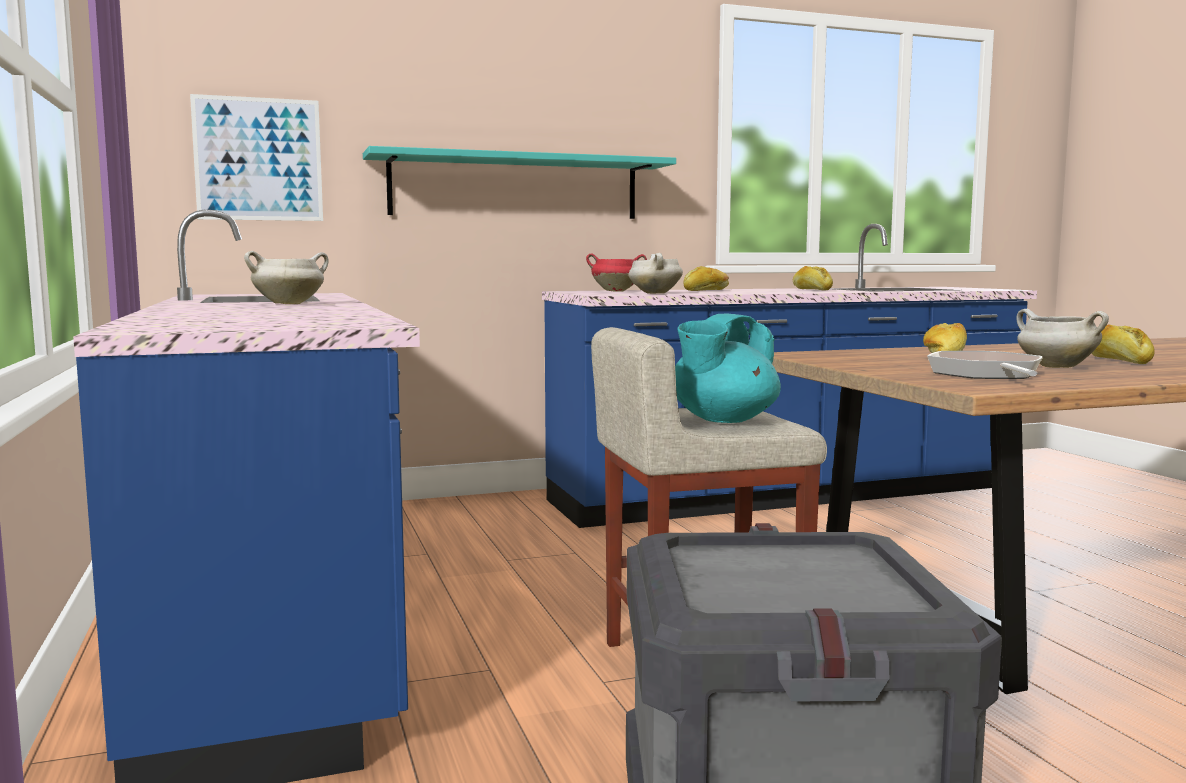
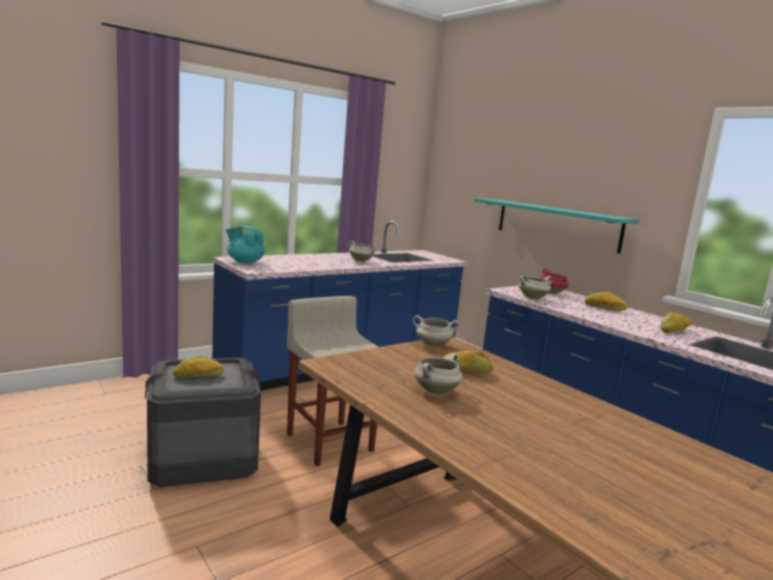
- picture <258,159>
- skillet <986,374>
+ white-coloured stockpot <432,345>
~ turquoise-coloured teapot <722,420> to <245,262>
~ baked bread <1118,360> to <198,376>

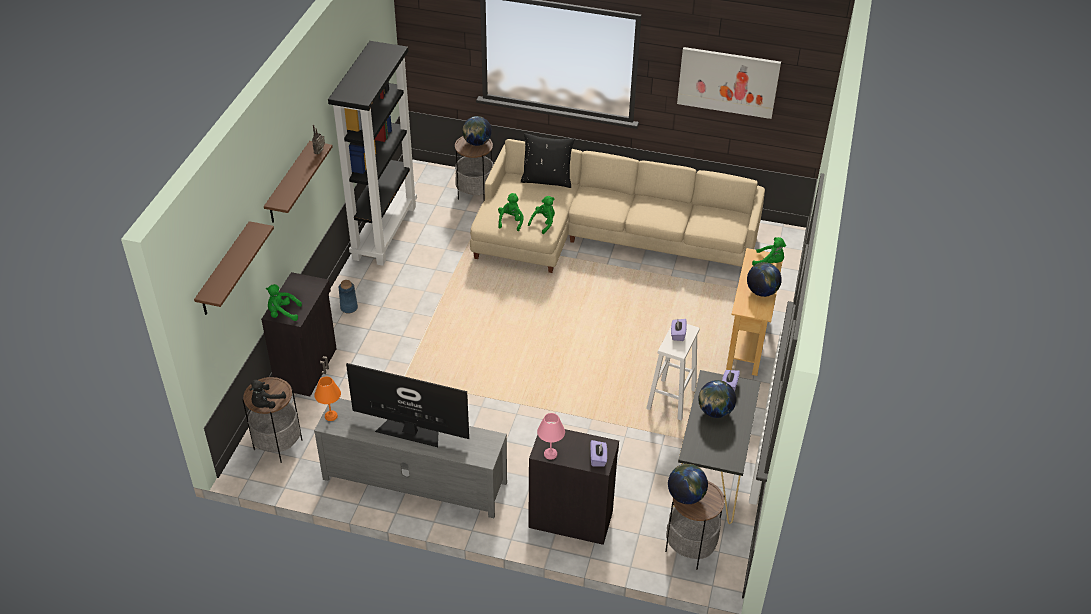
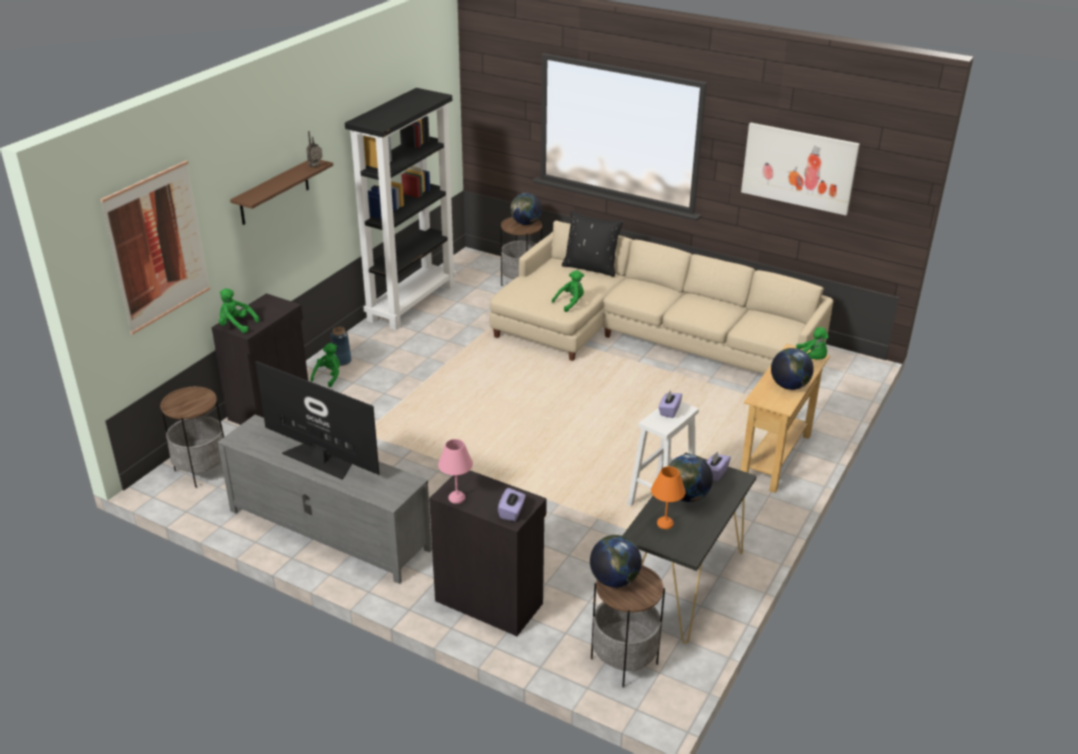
- black cuddly toy <266,403>
~ orangey lamp for a table <331,415> to <665,523>
~ green cuddly toy <511,221> to <329,376>
~ brown bracket shelf <224,270> to picture <158,246>

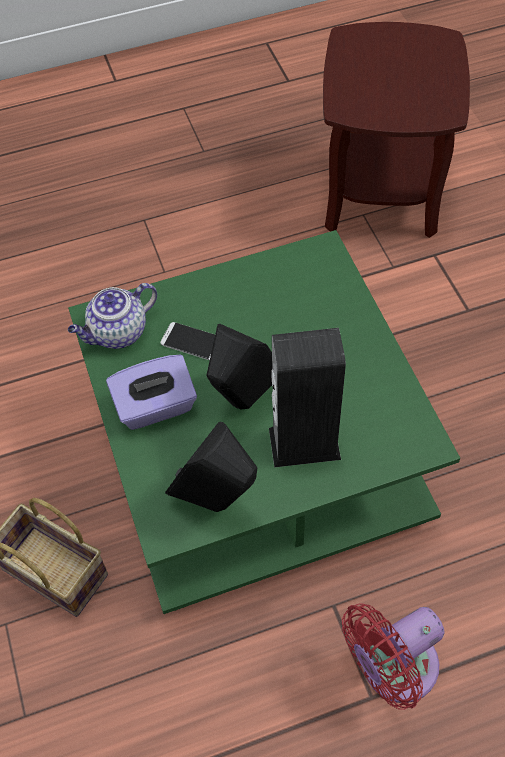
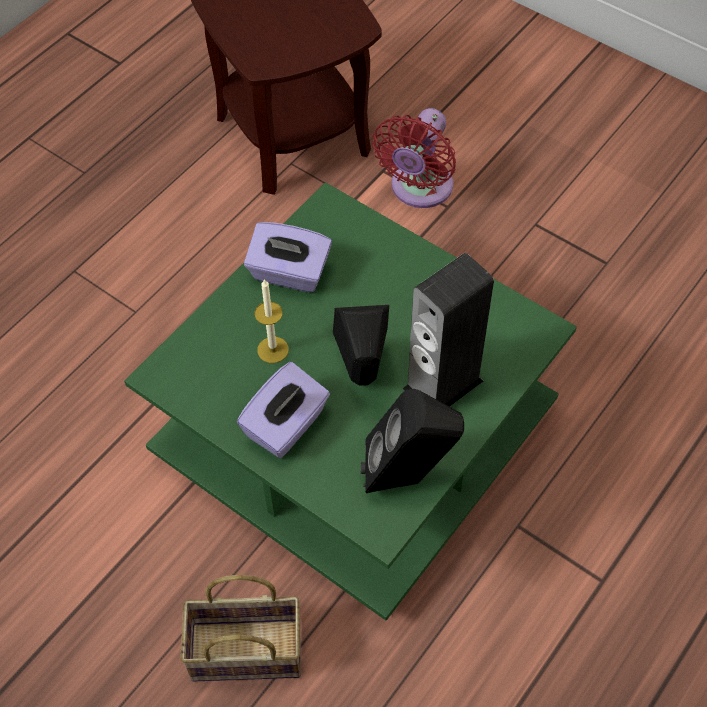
- teapot <118,333>
+ purple box of tissues <289,273>
~ reddish cooling fan <392,669> to <419,189>
~ handset <192,342> to wax candle <273,350>

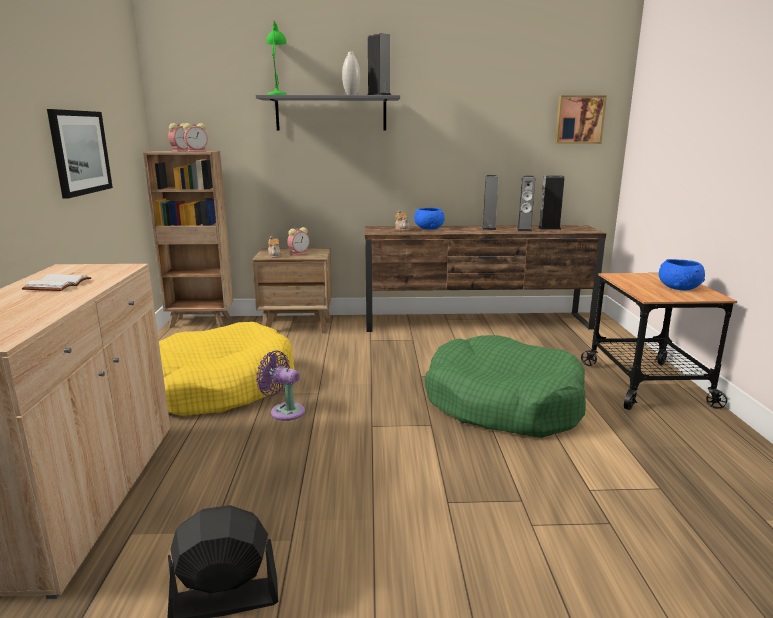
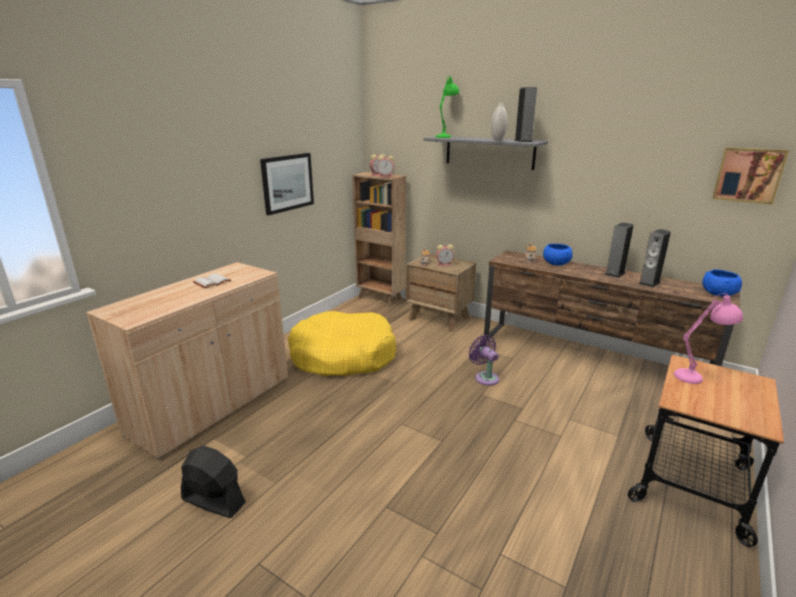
- green dog cushion <502,403>
- loudspeaker <549,228>
+ pink-coloured lamp for a table <698,377>
~ purple cooling fan <284,411> to <485,377>
~ bluish deep dish <679,287> to <718,293>

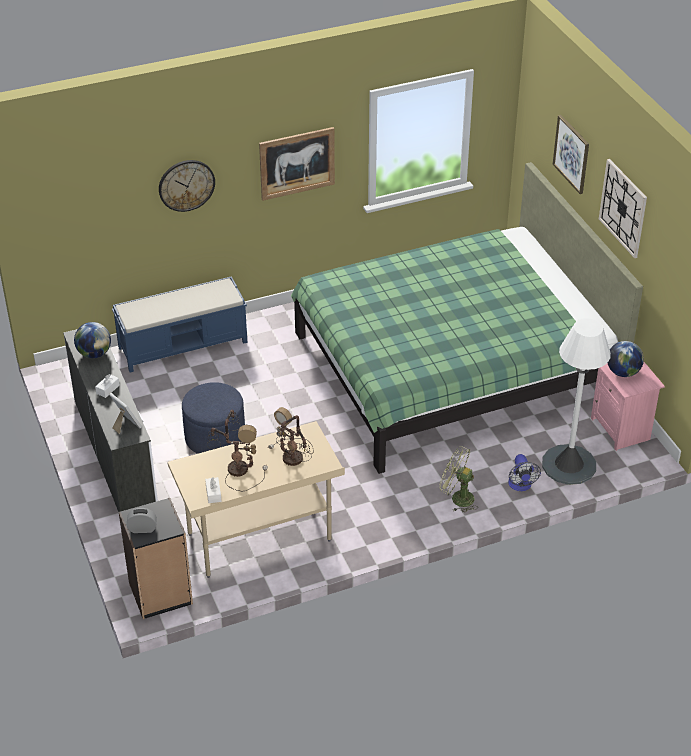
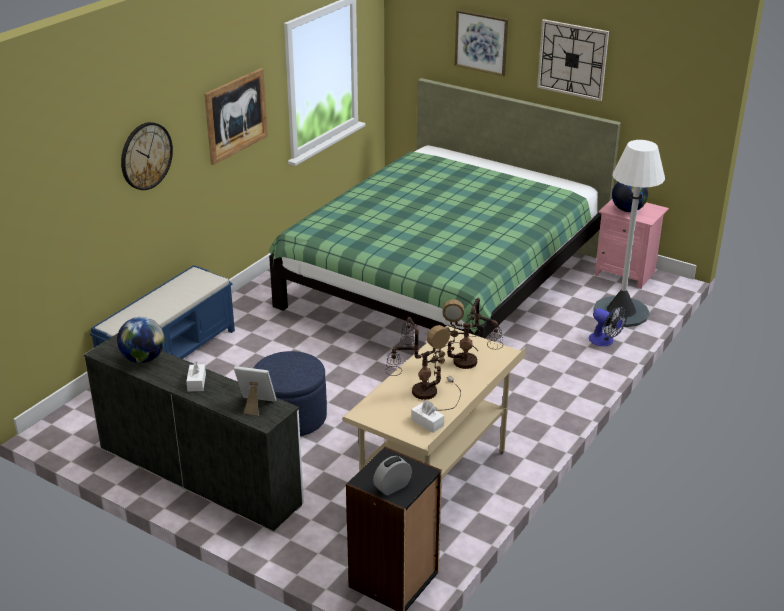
- green cooling fan <457,498>

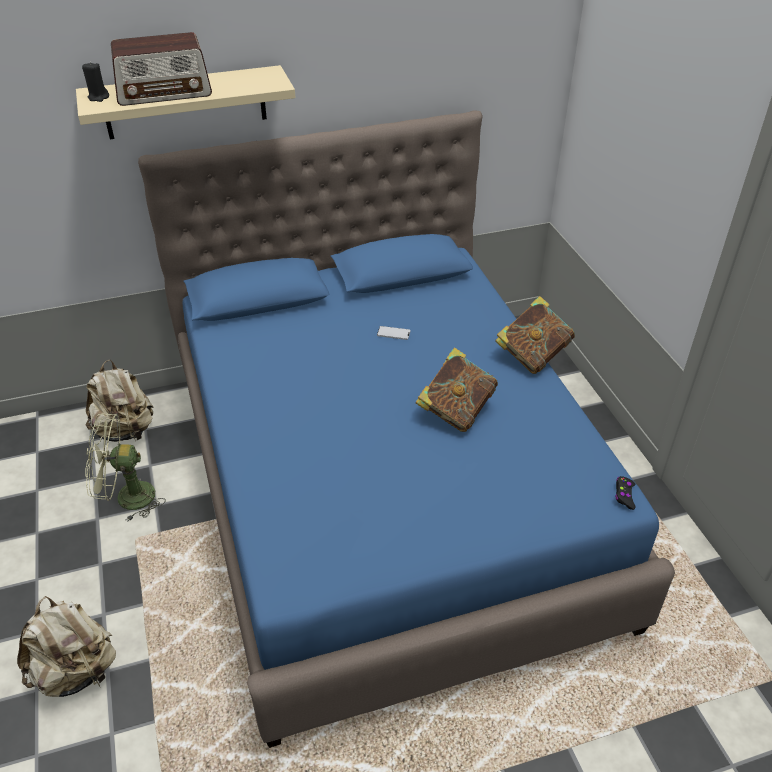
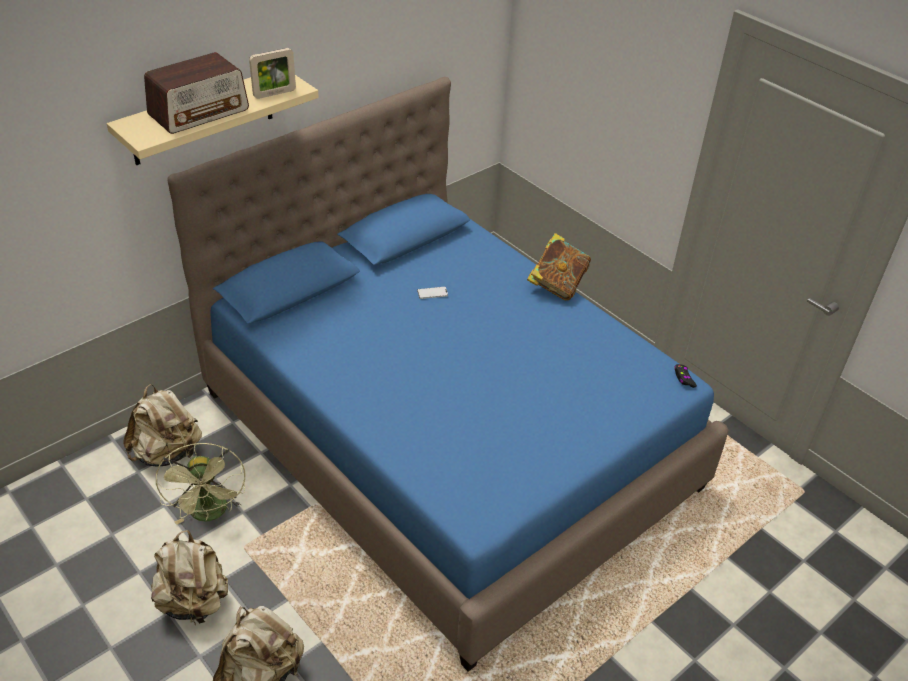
- black wax candle <98,97>
- book <455,410>
+ sand-coloured rucksack <194,602>
+ picture frame <274,93>
~ green cooling fan <127,498> = <210,514> 75 degrees counterclockwise

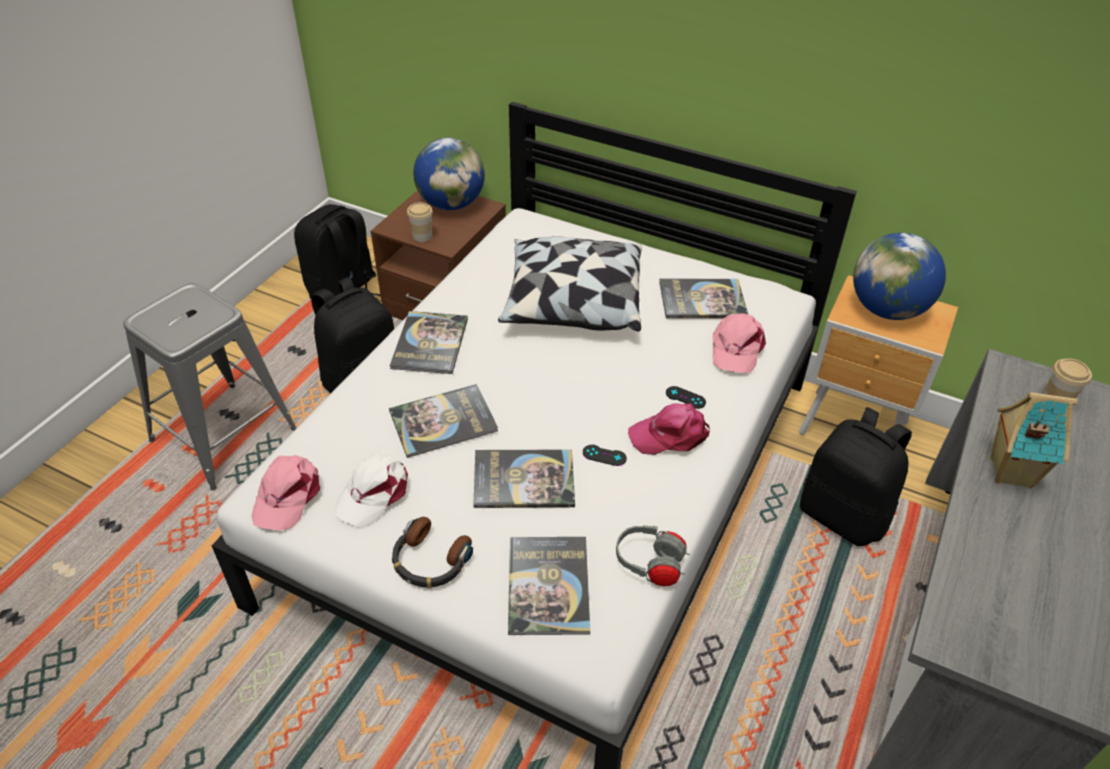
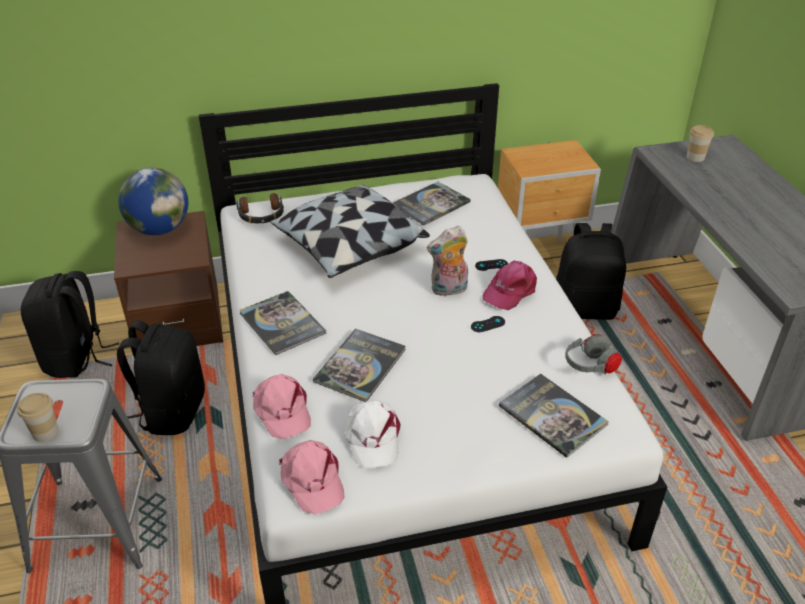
- book <524,480>
- desk globe <887,310>
- toy house <1009,471>
+ cuddly toy <449,290>
~ pair of headphones <430,561> to <261,215>
~ drinking cup <422,236> to <45,432>
~ pink-coloured baseball cap <736,348> to <282,411>

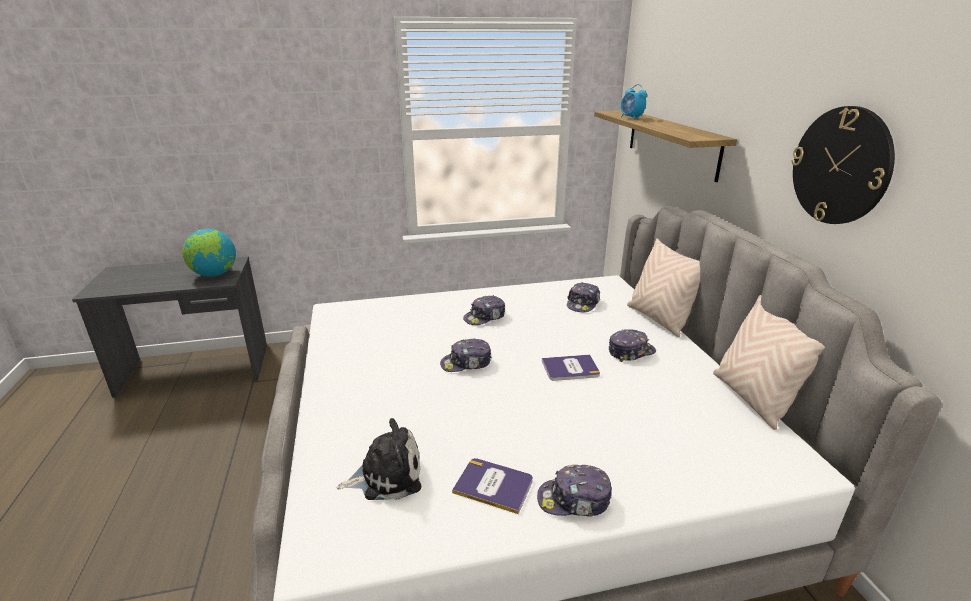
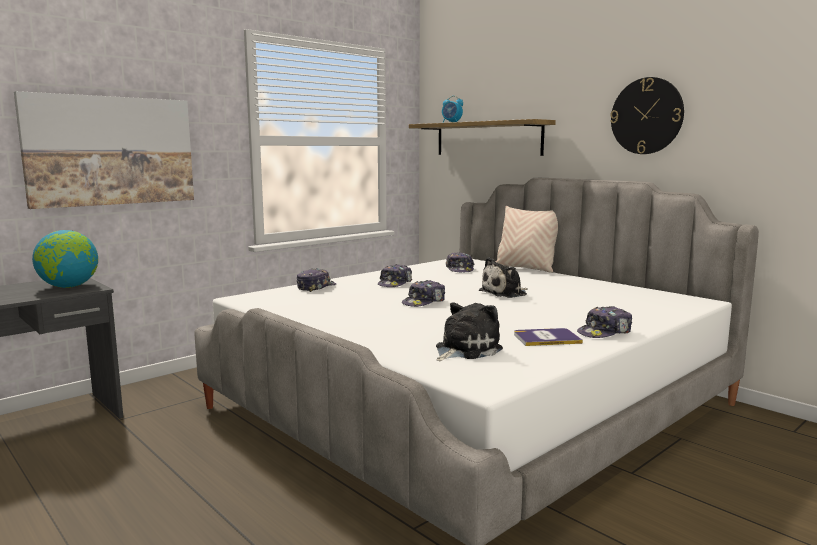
- sand-coloured throw pillow <752,399>
+ picture <111,151>
~ baseball cap <630,351> to <316,287>
~ book <570,368> to cuddly toy <505,293>

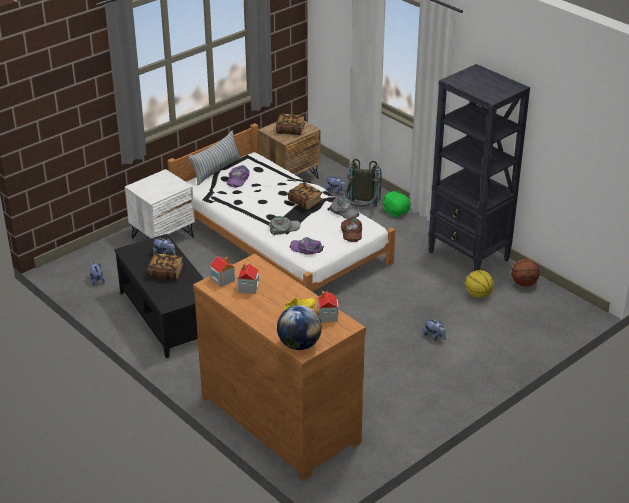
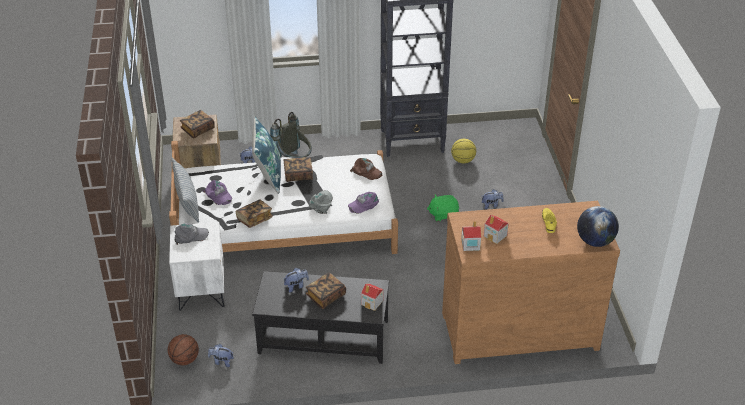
+ book <254,219>
+ bluish throw pillow <268,176>
~ toy house <327,316> to <372,303>
~ greyish baseball cap <344,211> to <190,236>
~ green cuddly toy <395,212> to <443,215>
~ ball for basketball <524,283> to <184,359>

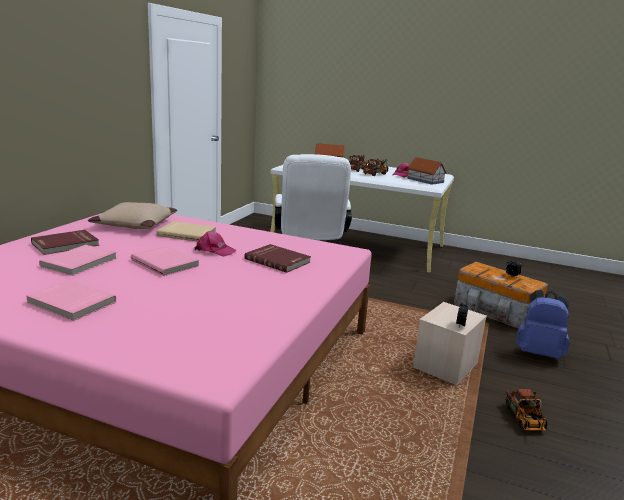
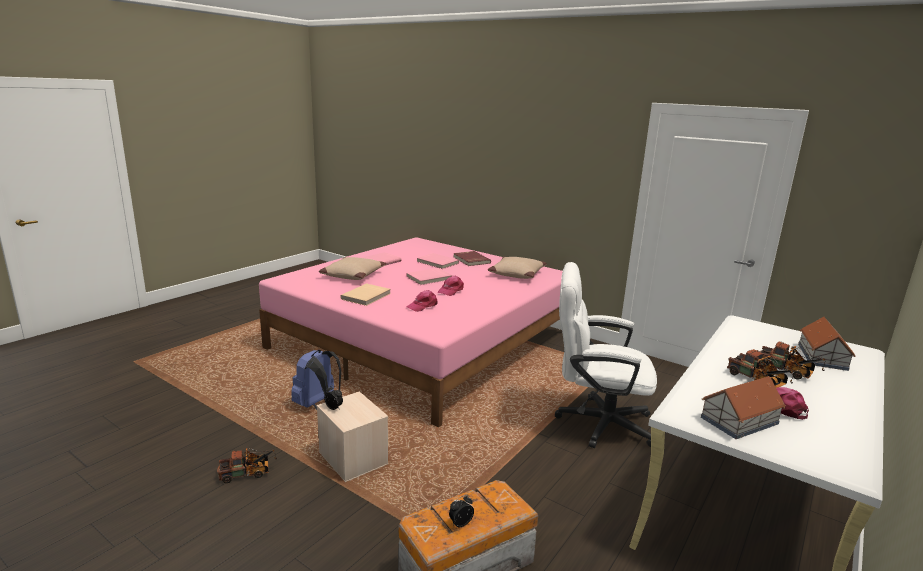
+ sand-coloured throw pillow <353,275>
~ sand-coloured book <187,233> to <366,296>
~ bluish rucksack <538,353> to <318,405>
~ reddish book <278,260> to pink-coloured baseball cap <423,306>
~ toy lorry <525,420> = <248,473> 150 degrees clockwise

